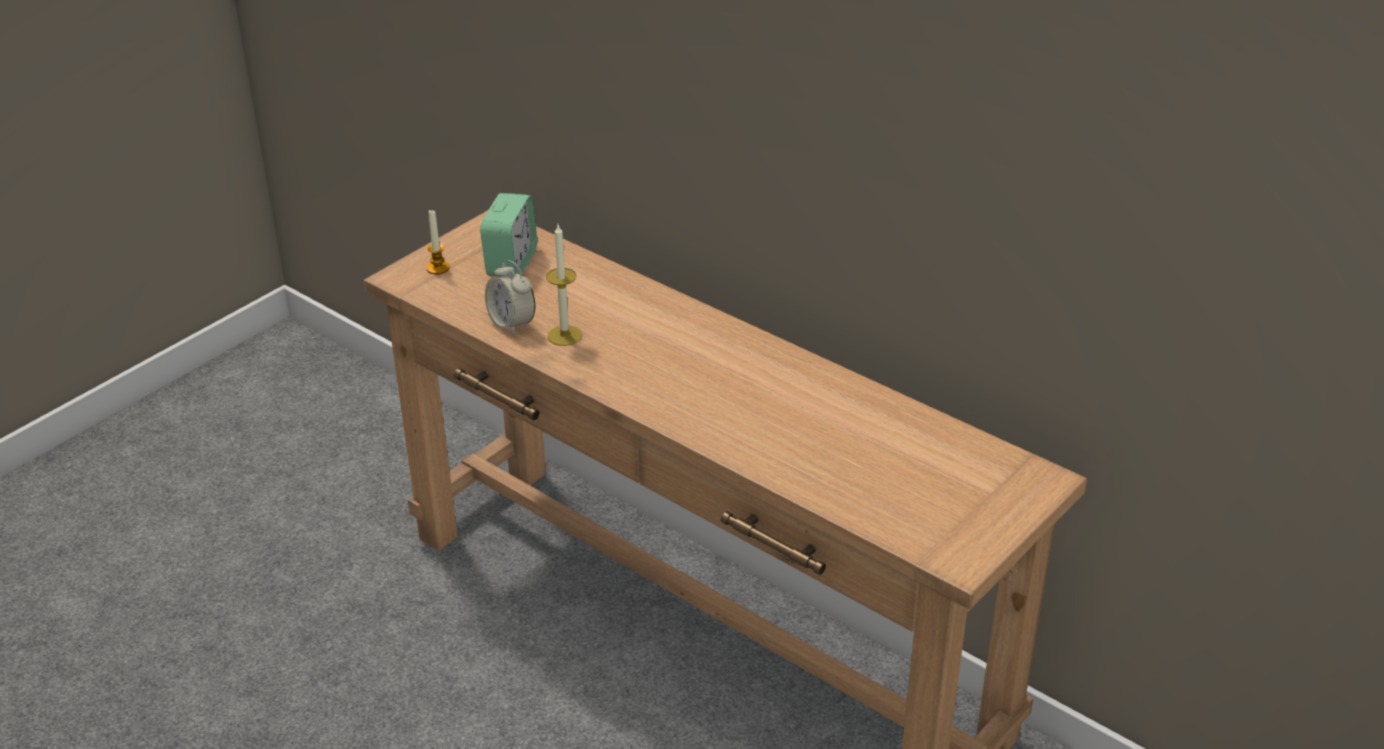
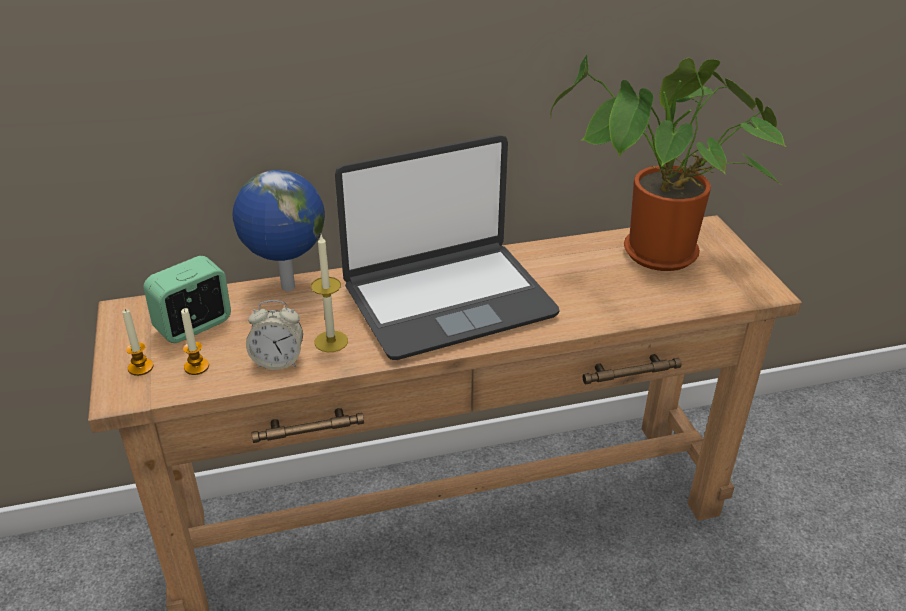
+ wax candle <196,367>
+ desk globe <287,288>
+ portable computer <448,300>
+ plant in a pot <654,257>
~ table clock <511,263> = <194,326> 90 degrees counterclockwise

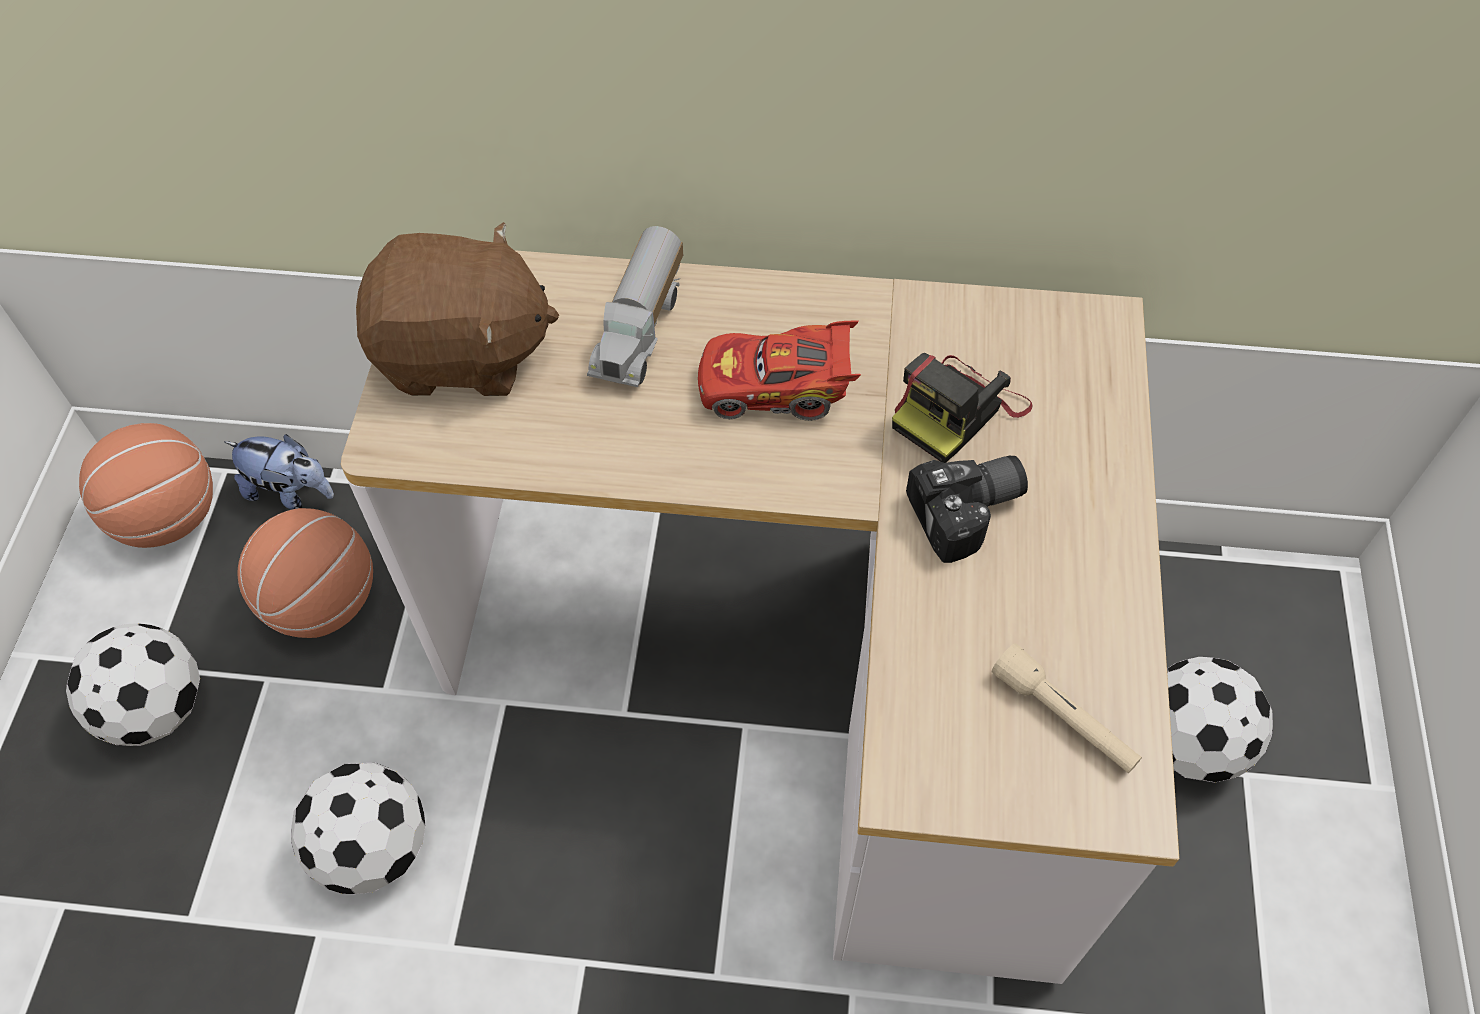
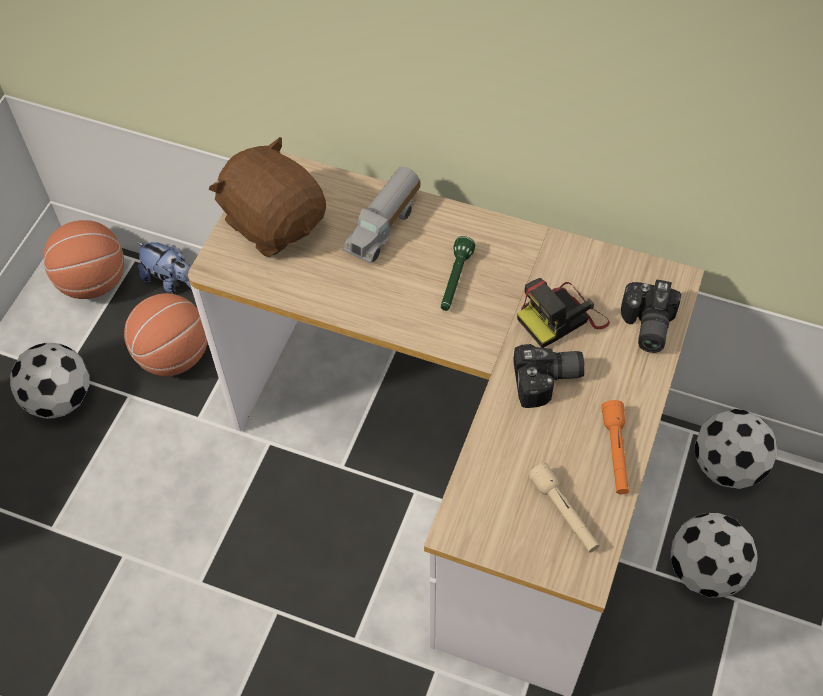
+ orangey torch <615,453>
+ photo camera <645,326>
~ ball for football <374,846> to <727,465>
~ reddish model car <776,388> to green torch <455,281>
~ brown cuddly toy <463,354> = <274,222> 150 degrees counterclockwise

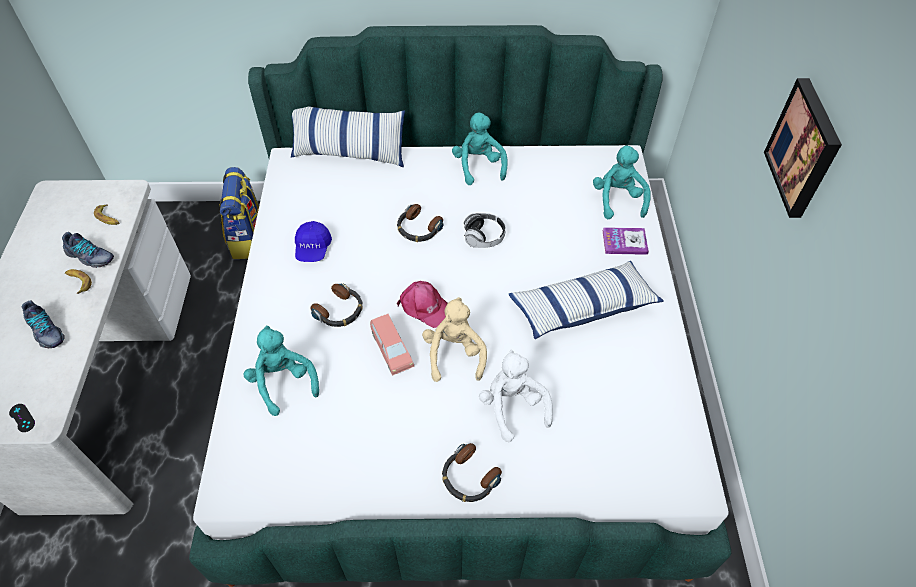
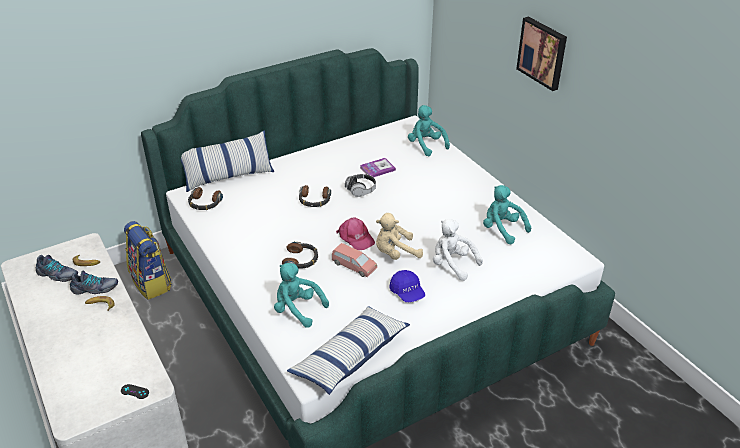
~ low shoe <46,331> to <57,275>
~ bluish baseball cap <313,249> to <407,293>
~ pair of headphones <468,478> to <204,203>
~ turquoise-coloured cuddly toy <478,166> to <502,229>
~ throw pillow <582,307> to <350,357>
~ book <624,242> to <377,169>
~ pink-coloured baseball cap <425,307> = <355,237> 45 degrees clockwise
~ sand-coloured cuddly toy <454,354> = <395,253> 75 degrees counterclockwise

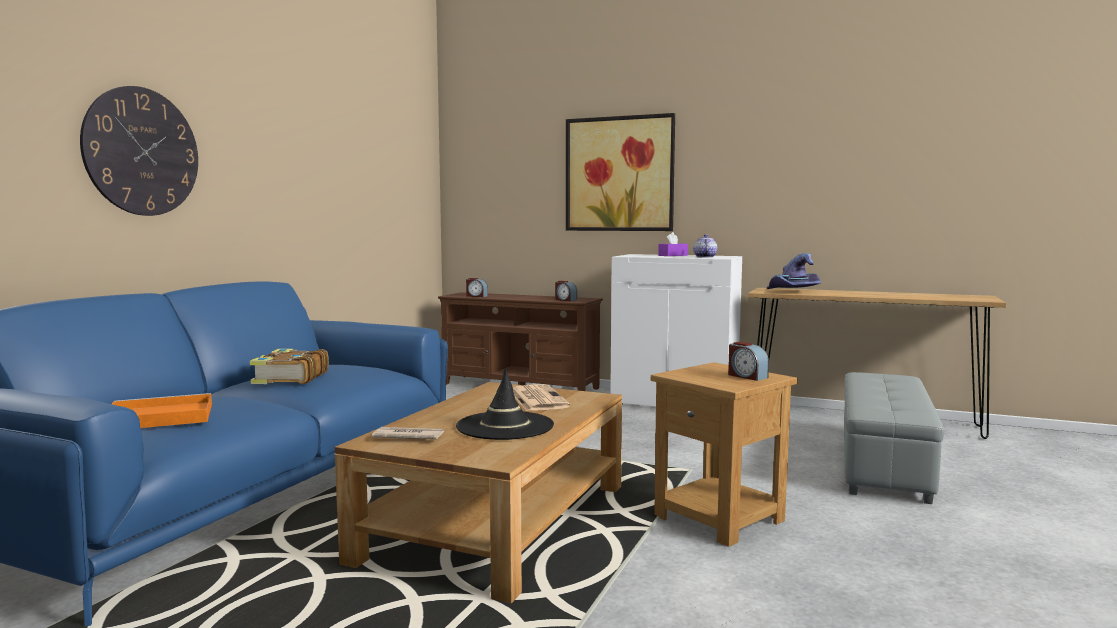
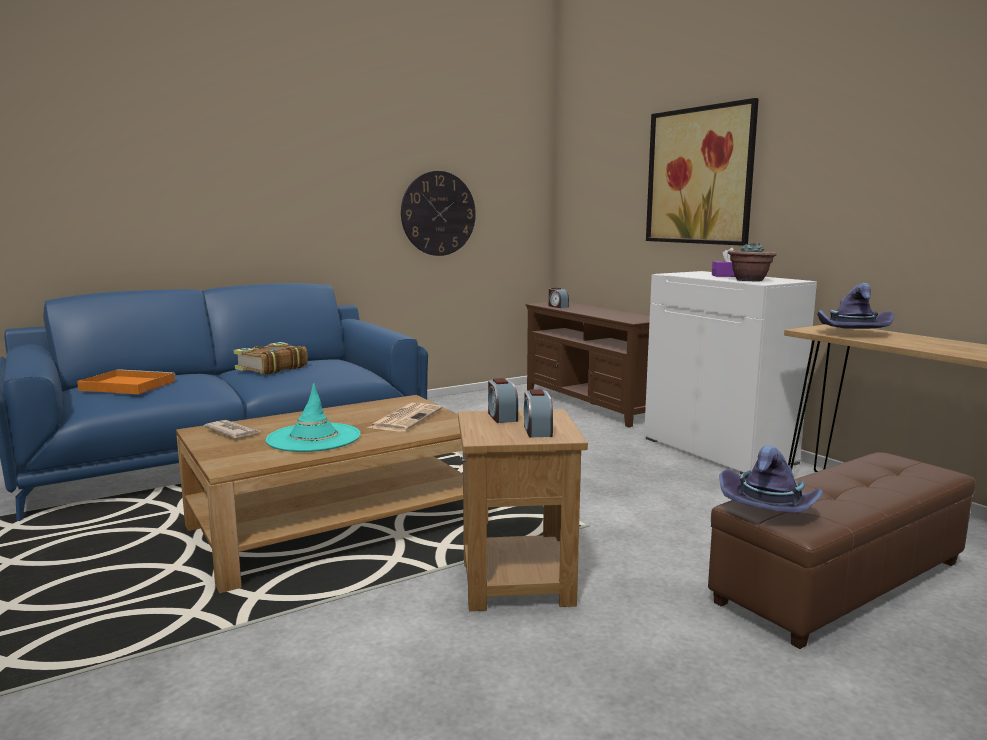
+ purple hat <769,508>
~ wall clock <142,152> to <438,213>
~ table clock <565,300> to <502,417>
~ teapot <704,257> to plant in a pot <749,280>
~ black hat <505,426> to turquoise-coloured hat <313,438>
~ greyish footrest <885,464> to brown footrest <841,583>

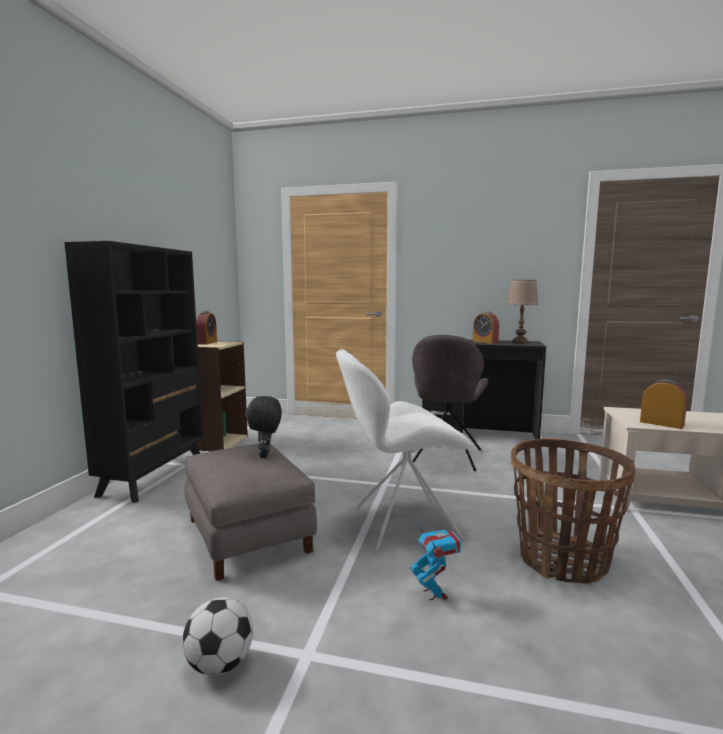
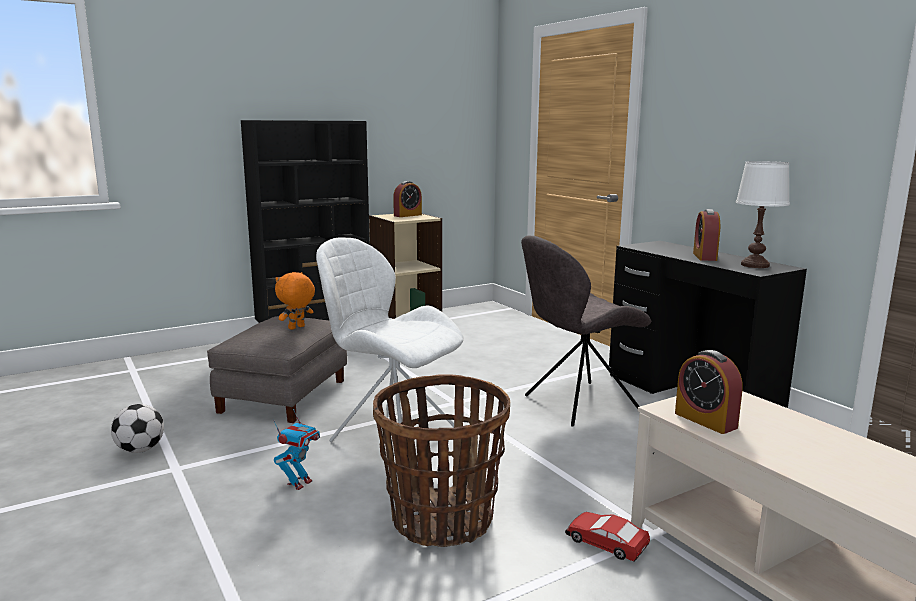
+ model car <605,543>
~ black cuddly toy <265,455> to orangey cuddly toy <297,328>
~ brown lamp for a table <519,342> to white-coloured lamp for a table <754,265>
~ table clock <661,423> = <705,420> 150 degrees clockwise

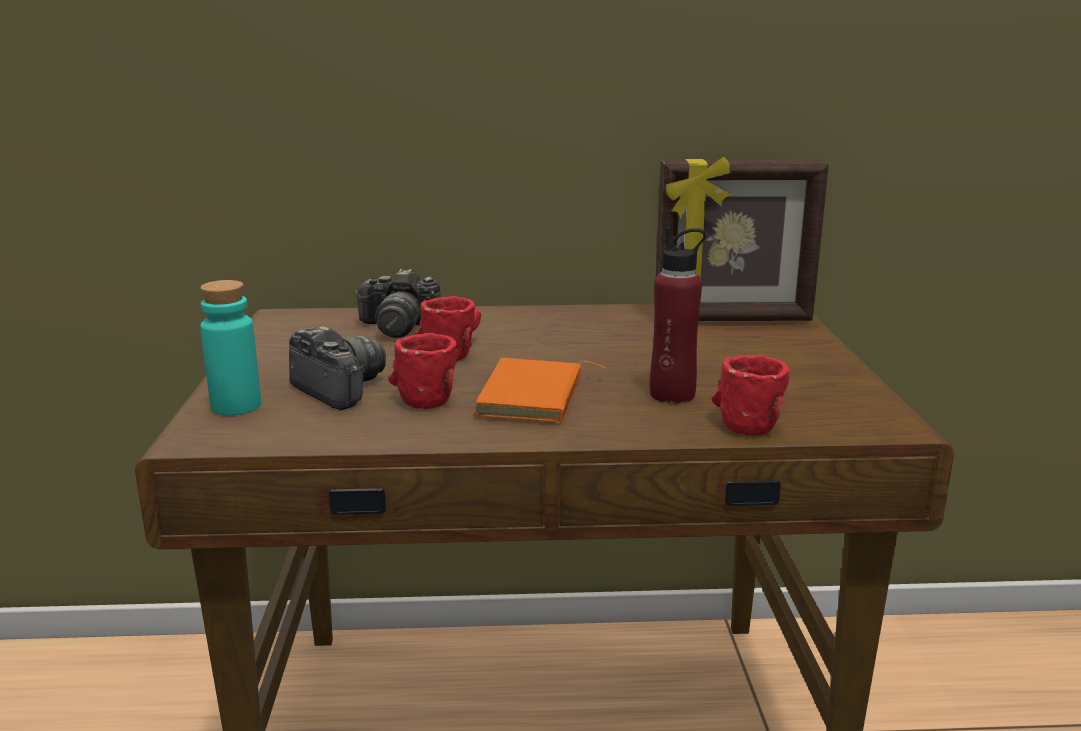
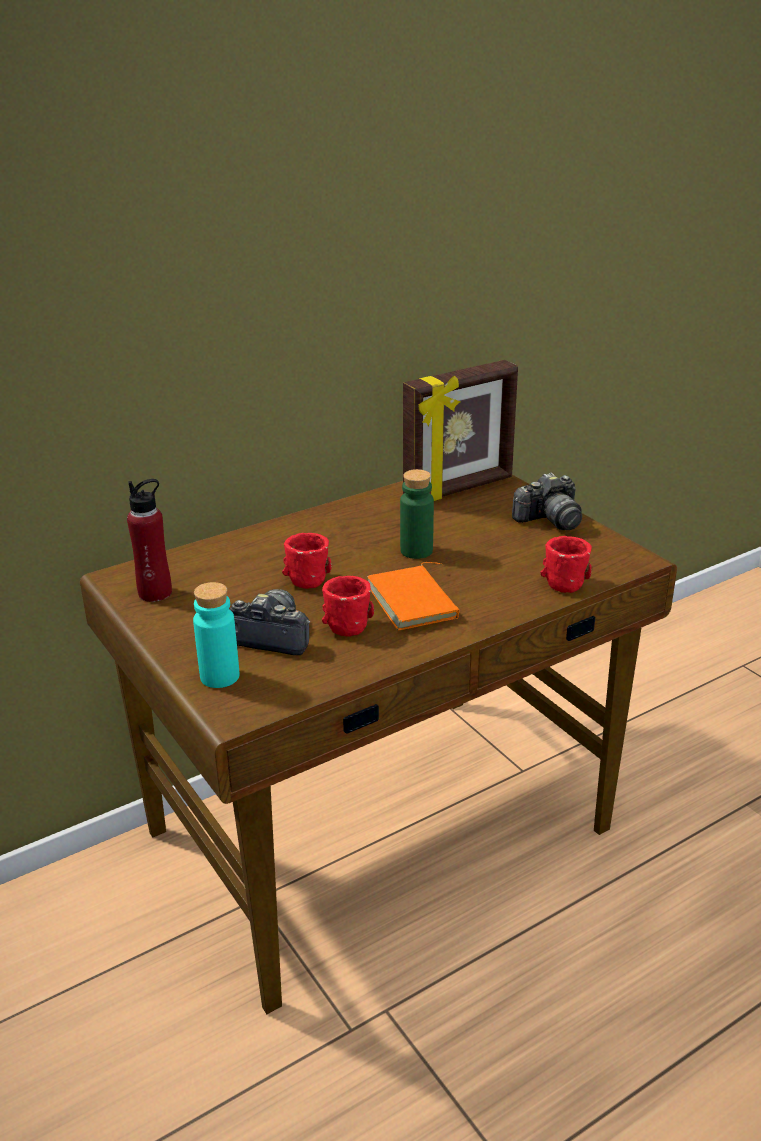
+ green beverage bottle <416,551>
~ photo camera <398,327> to <549,520>
~ reddish beverage bottle <672,395> to <155,593>

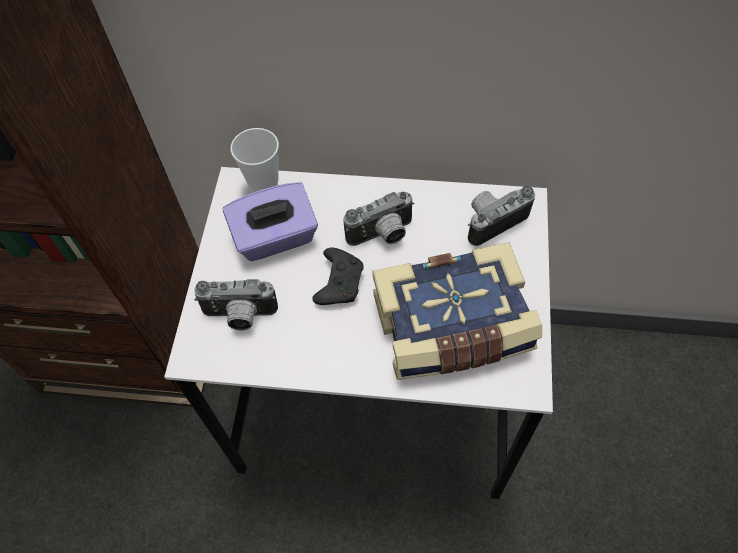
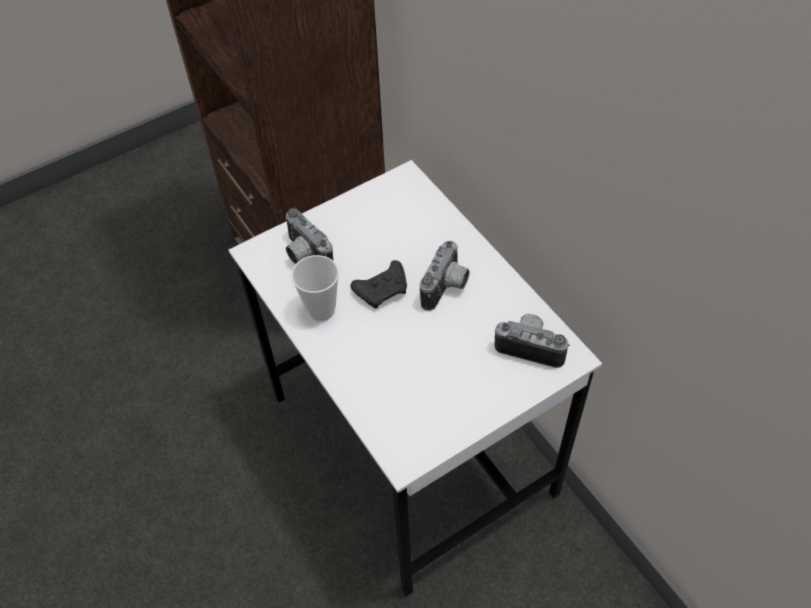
- purple box of tissues <276,238>
- book <453,328>
~ drinking cup <264,186> to <321,310>
~ photo camera <382,235> = <447,288> 90 degrees counterclockwise

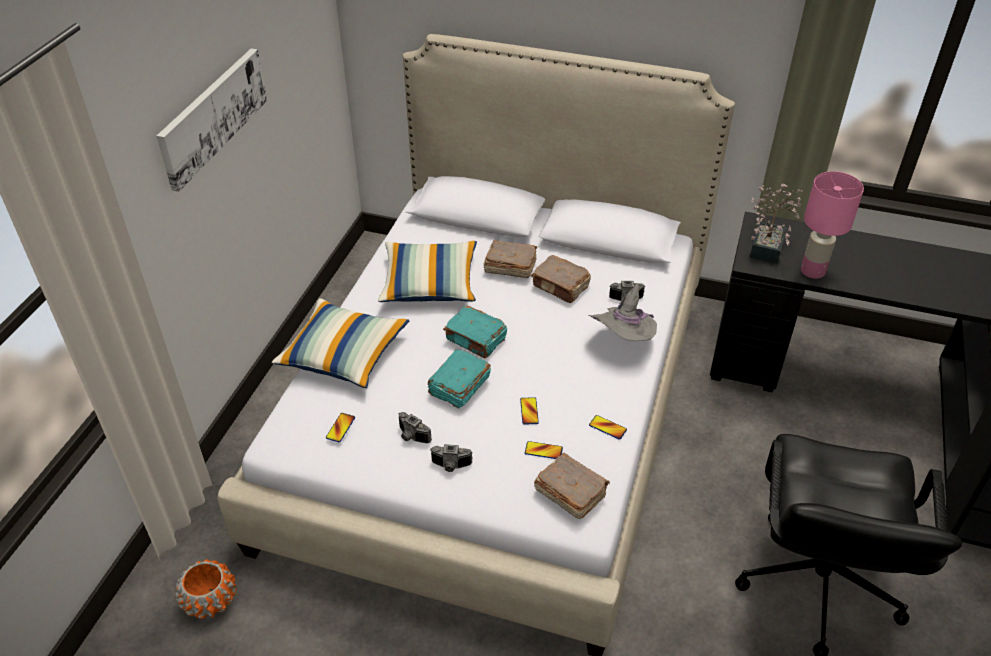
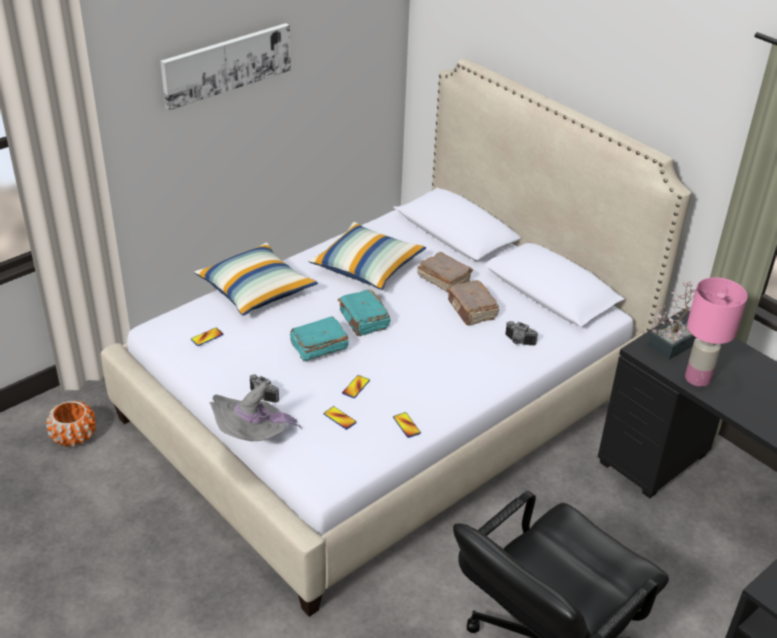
- photo camera <411,437>
- brown book <569,493>
~ greyish hat <624,340> to <252,437>

